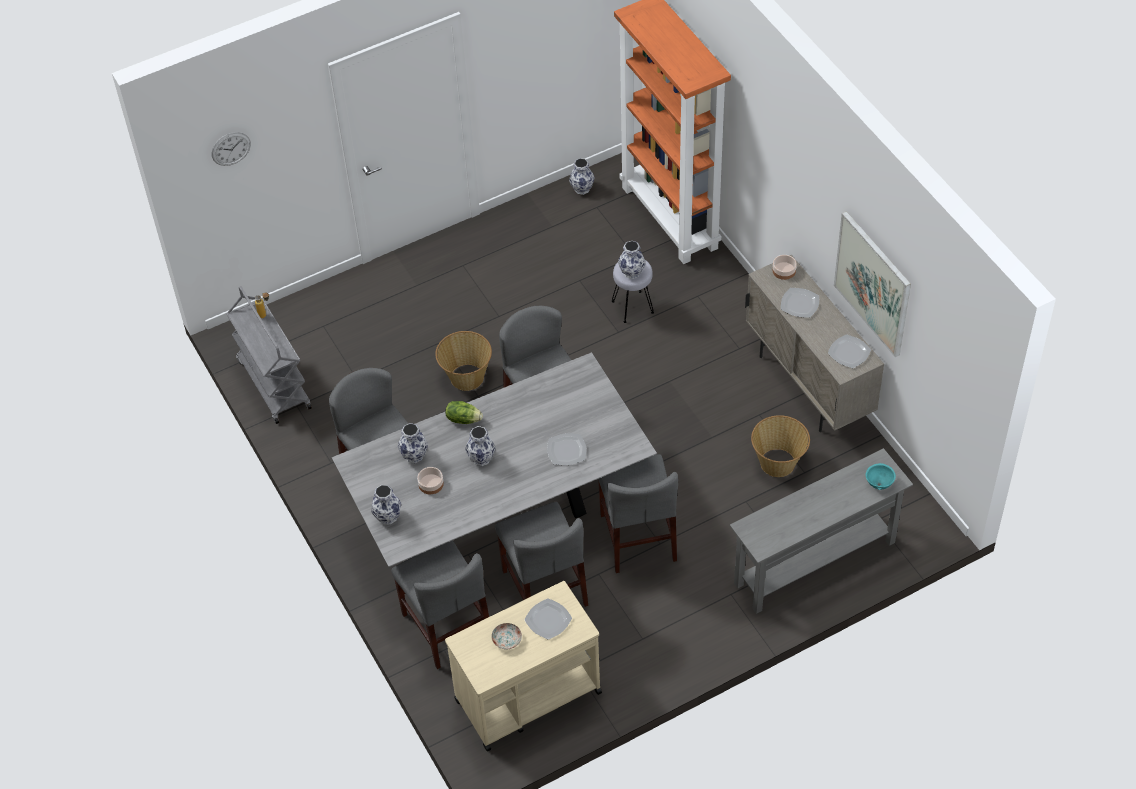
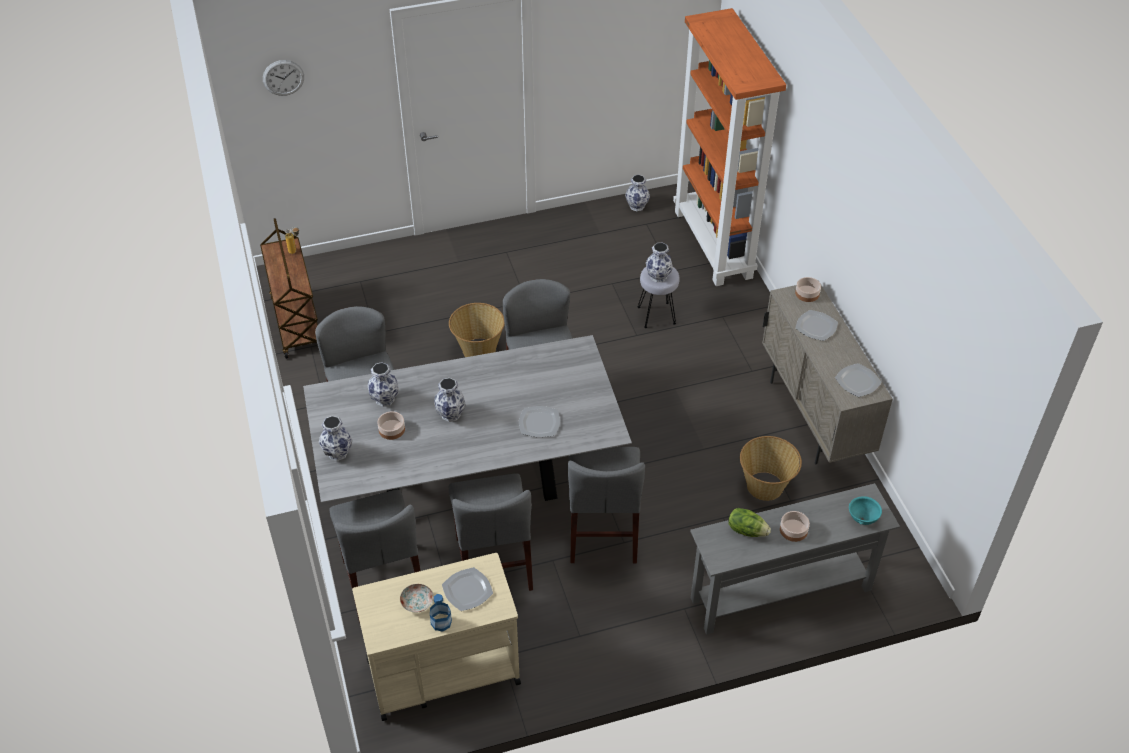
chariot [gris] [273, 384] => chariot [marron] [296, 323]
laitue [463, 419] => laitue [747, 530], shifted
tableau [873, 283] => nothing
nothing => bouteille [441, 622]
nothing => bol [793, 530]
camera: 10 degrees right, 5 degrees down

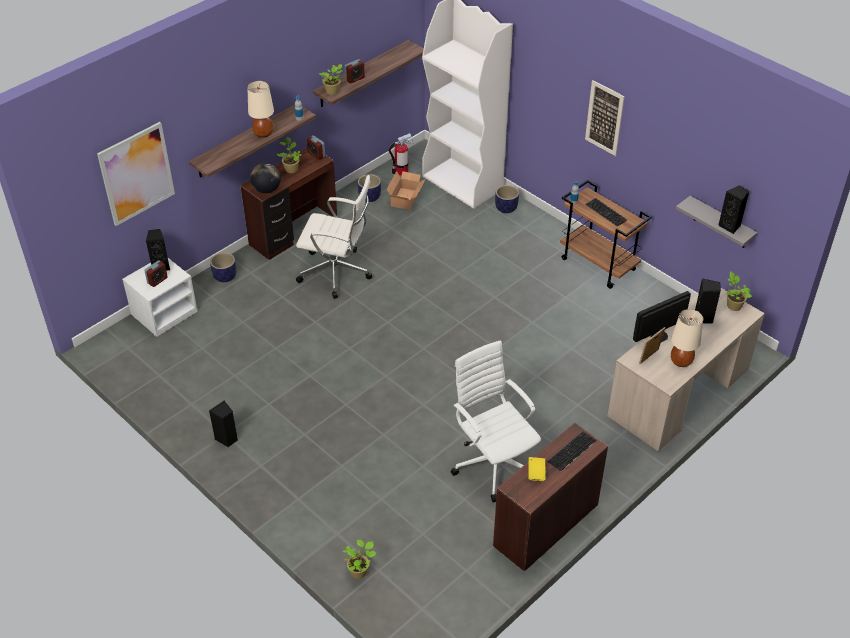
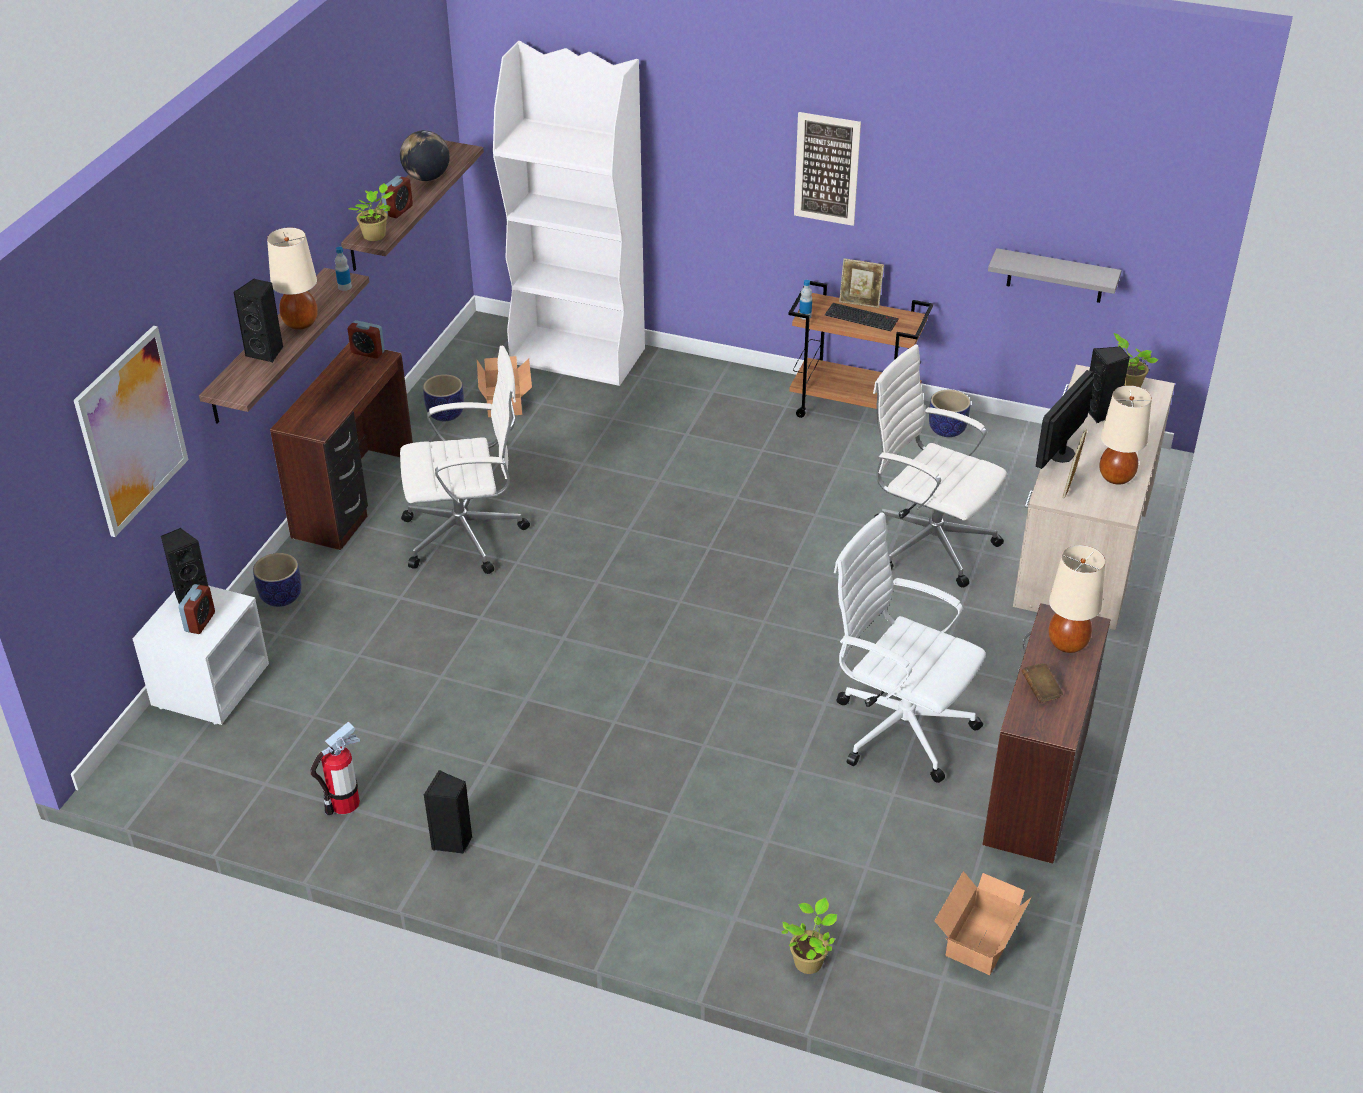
globe [266, 190] => globe [427, 178], shifted
plante en pot [291, 169] => nothing
extincteur [401, 171] => extincteur [344, 803], shifted
cache-pot [506, 208] => cache-pot [947, 430], shifted
livre [jaune] [536, 473] => livre [marron] [1040, 690]
clavier [572, 452] => lampe de table [beige] [1068, 644]
enceinte [noir] [730, 226] => enceinte [noir] [266, 352], shifted
nothing => cadre photo [859, 304]
nothing => chaise de bureau [blanc] [929, 543]
nothing => carton [977, 940]
camera: 25 degrees left, 5 degrees down

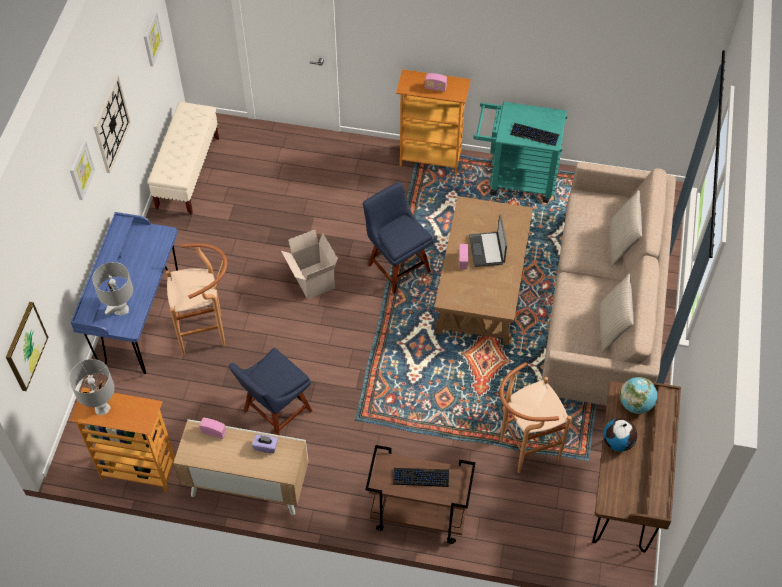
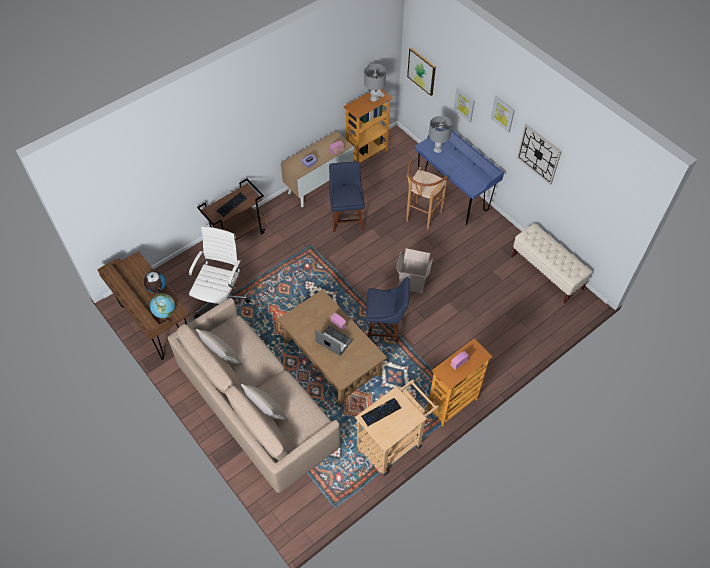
tableau [152, 38] => tableau [464, 104], shifted
chariot [turquoise] [515, 178] => chariot [beige] [393, 442]
tabouret [marron] [523, 450] => chaise de bureau [blanc] [221, 300]
camera: 130 degrees right, 0 degrees up

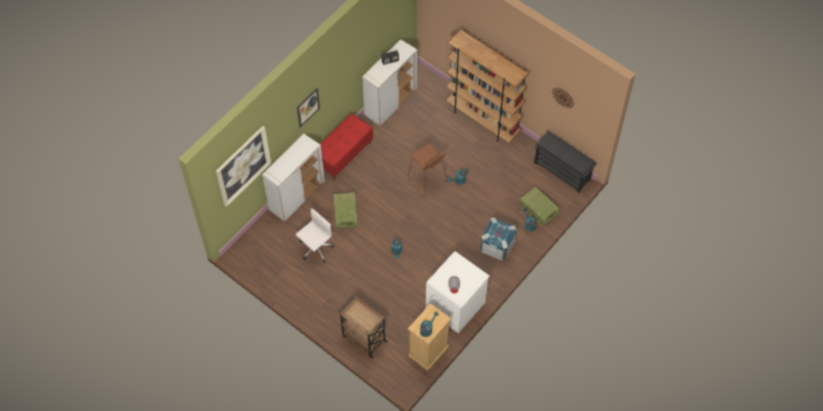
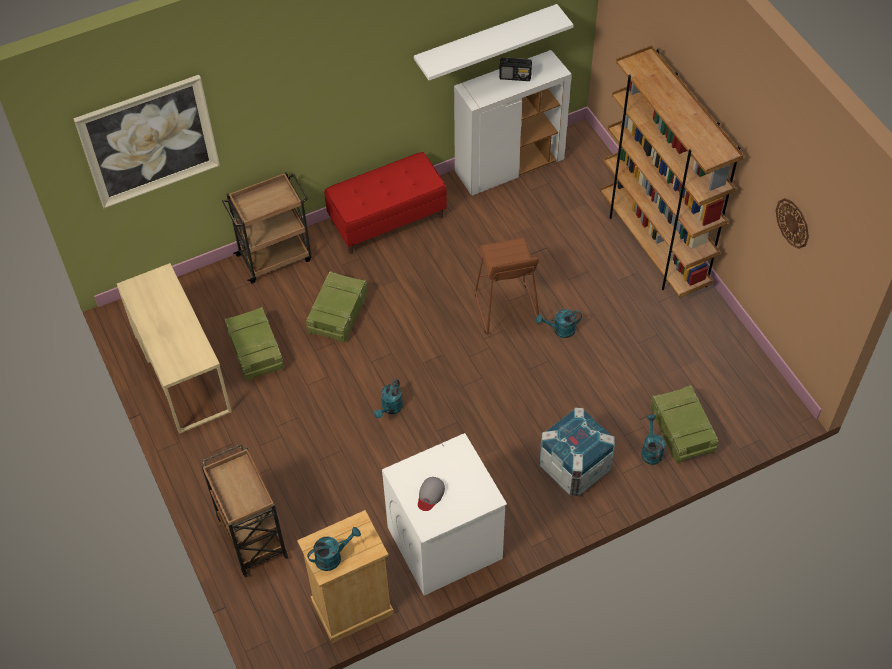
meuble de rangement [blanc] [297, 195] => chariot [marron] [275, 257]
chaise de bureau [blanc] [315, 249] => caisse [256, 352]
tableau [308, 107] => nothing
étagère à chaussures [noir] [562, 171] => nothing
nothing => bureau [beige] [182, 372]
nothing => étagère [blanc] [486, 39]
camera: 25 degrees right, 5 degrees down

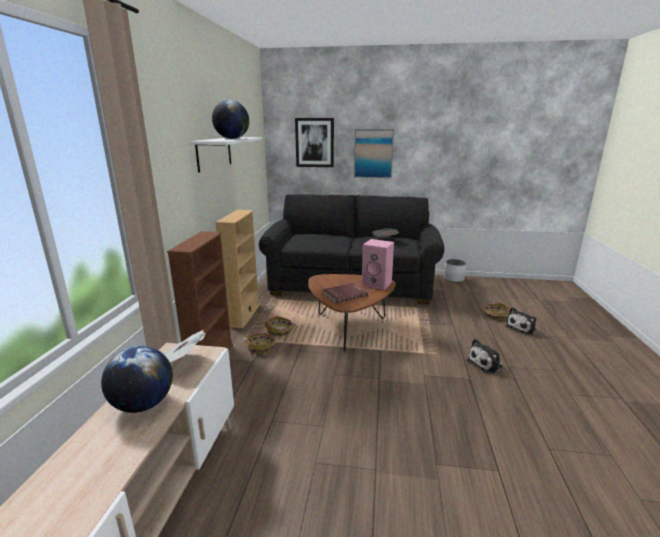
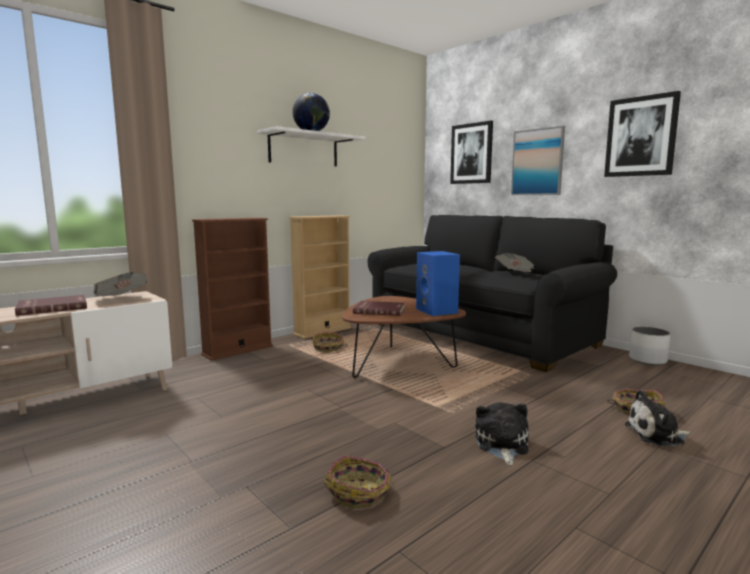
globe [143, 405] => livre [rouge] [52, 307]
panier [261, 347] => panier [359, 492], shifted
enceinte [rose] [377, 284] => enceinte [bleu] [438, 311]
peluche [486, 364] => peluche [501, 444], 90 degrees clockwise
nothing => tableau [641, 136]
camera: 40 degrees right, 10 degrees down

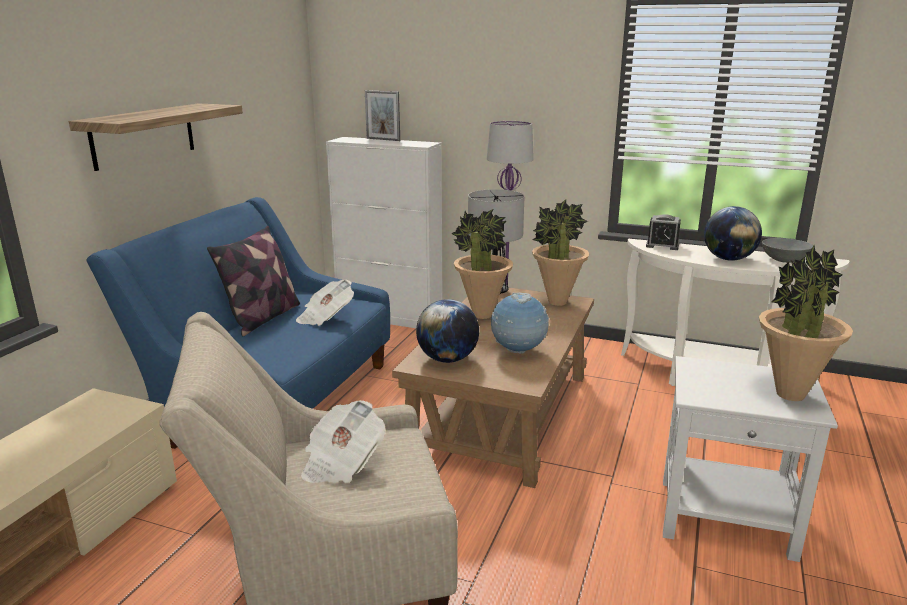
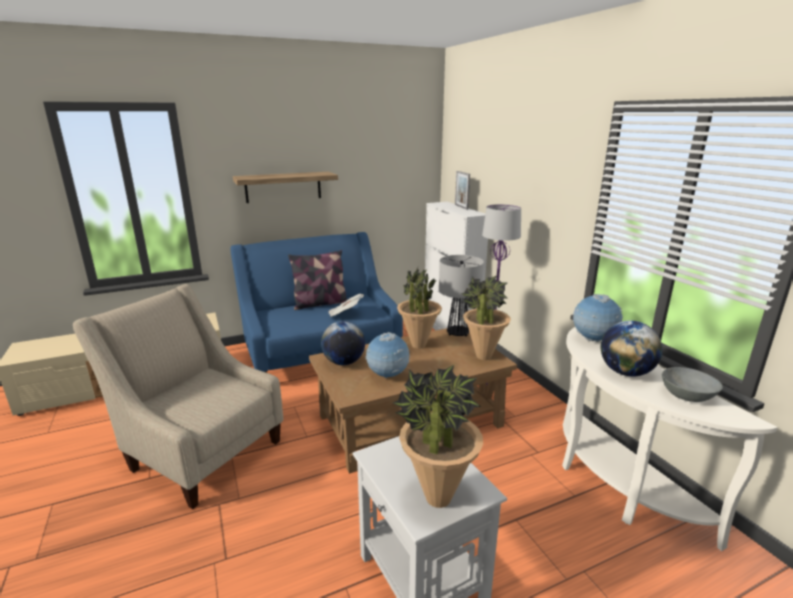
journal [341, 462] => nothing
réveil [662, 245] => globe [593, 340]
camera: 45 degrees right, 0 degrees up

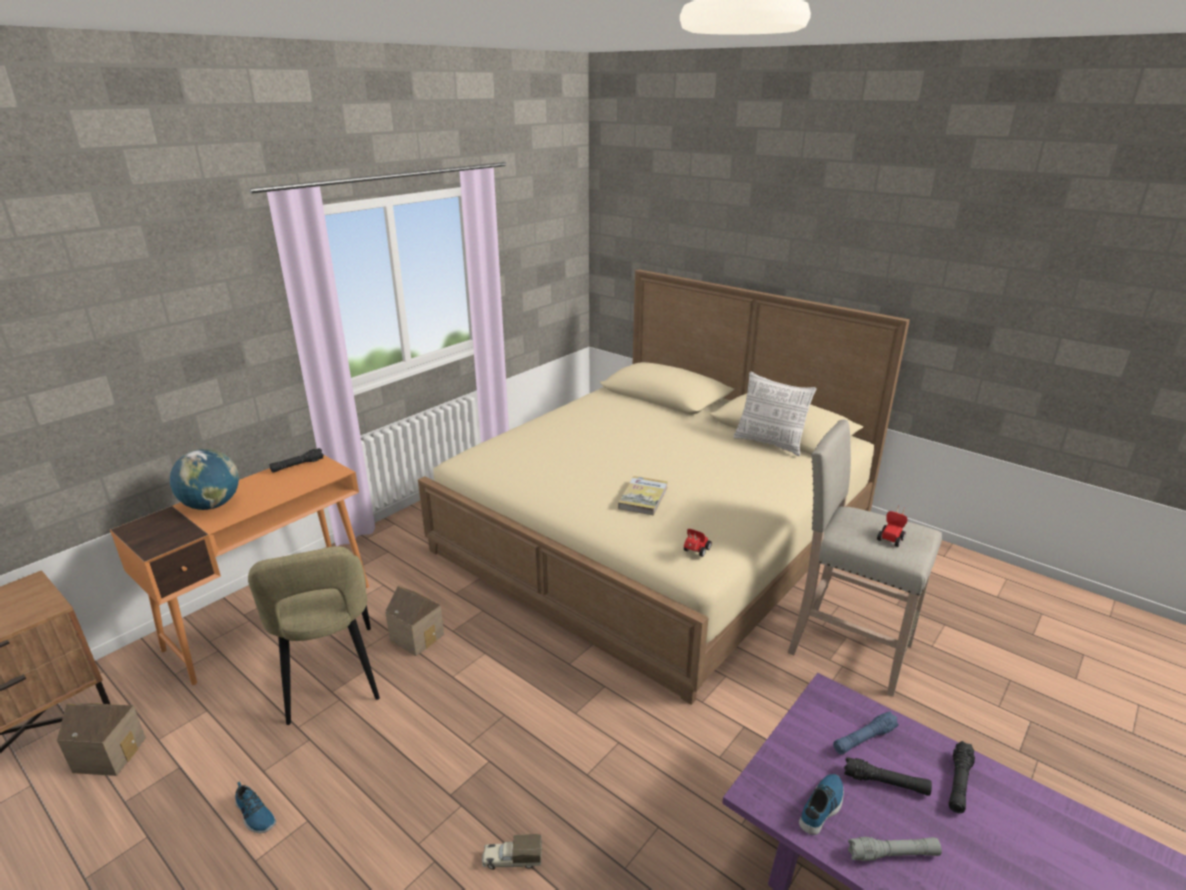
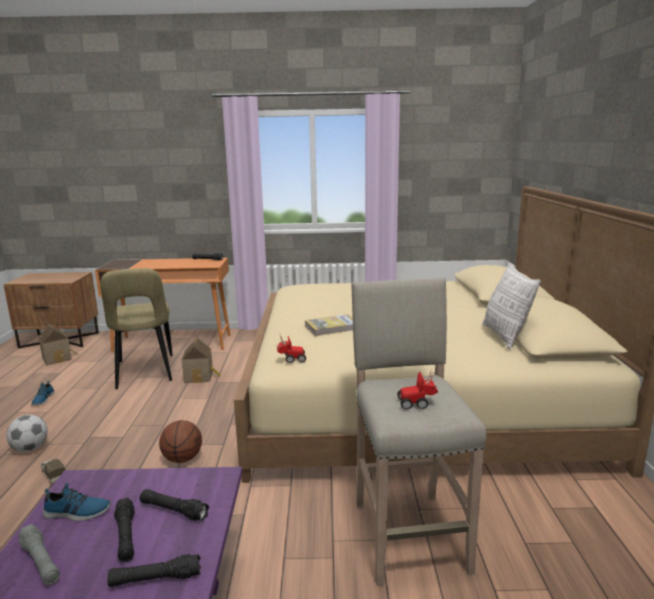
globe [212, 505] => nothing
chaise [beige] [331, 678] => chaise [beige] [145, 373], 45 degrees counterclockwise
lampe de poche [bleu] [864, 739] => lampe de poche [noir] [174, 510]
nothing => ballon de foot [30, 448]
nothing => ballon de basket [182, 459]
camera: 50 degrees right, 10 degrees down

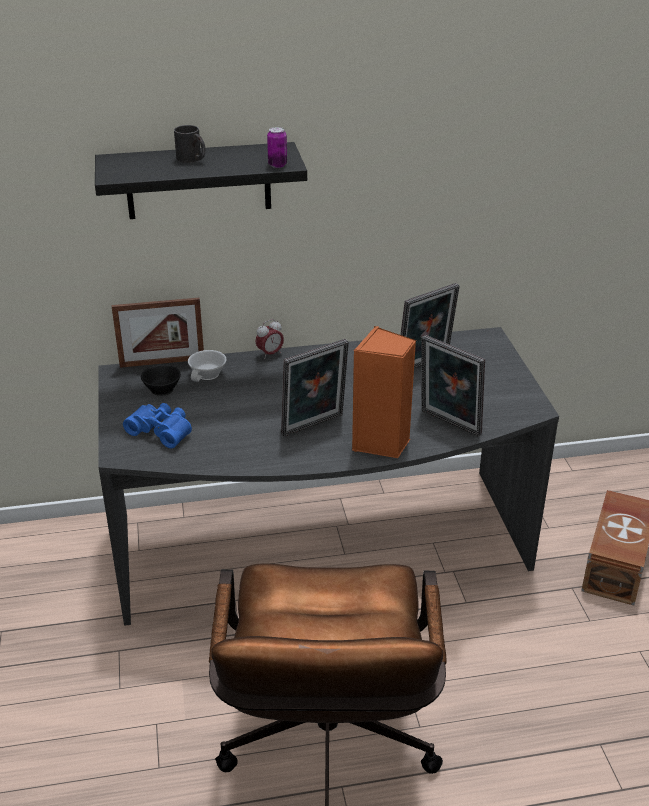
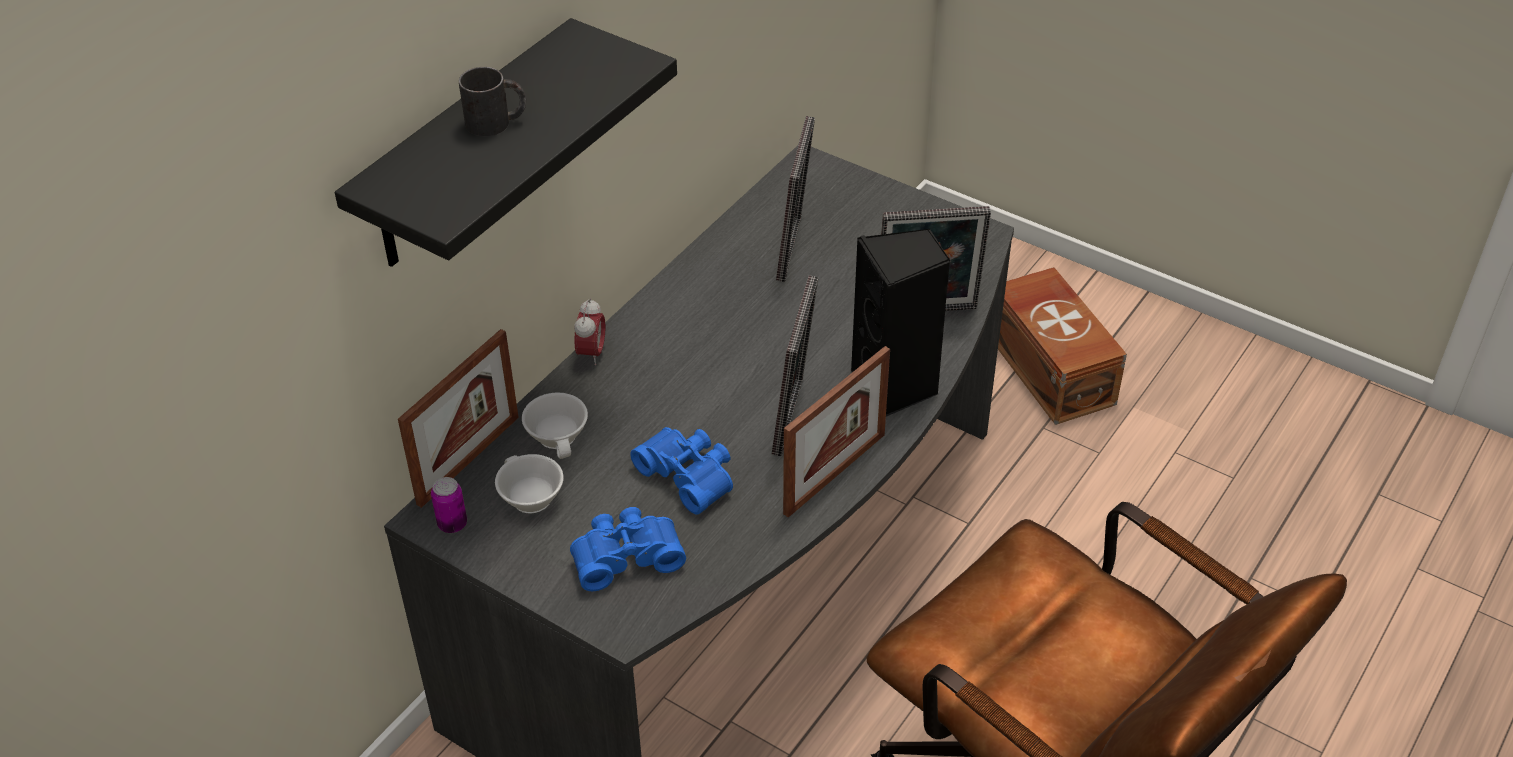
tasse [noir] [161, 388] => tasse [blanc] [528, 498]
boîte métallique [277, 165] => boîte métallique [452, 524], shifted
enceinte [orange] [381, 443] => enceinte [noir] [896, 388]
nothing => jumelles [bleu] [689, 475]
nothing => cadre photo [835, 473]
camera: 45 degrees left, 10 degrees up

